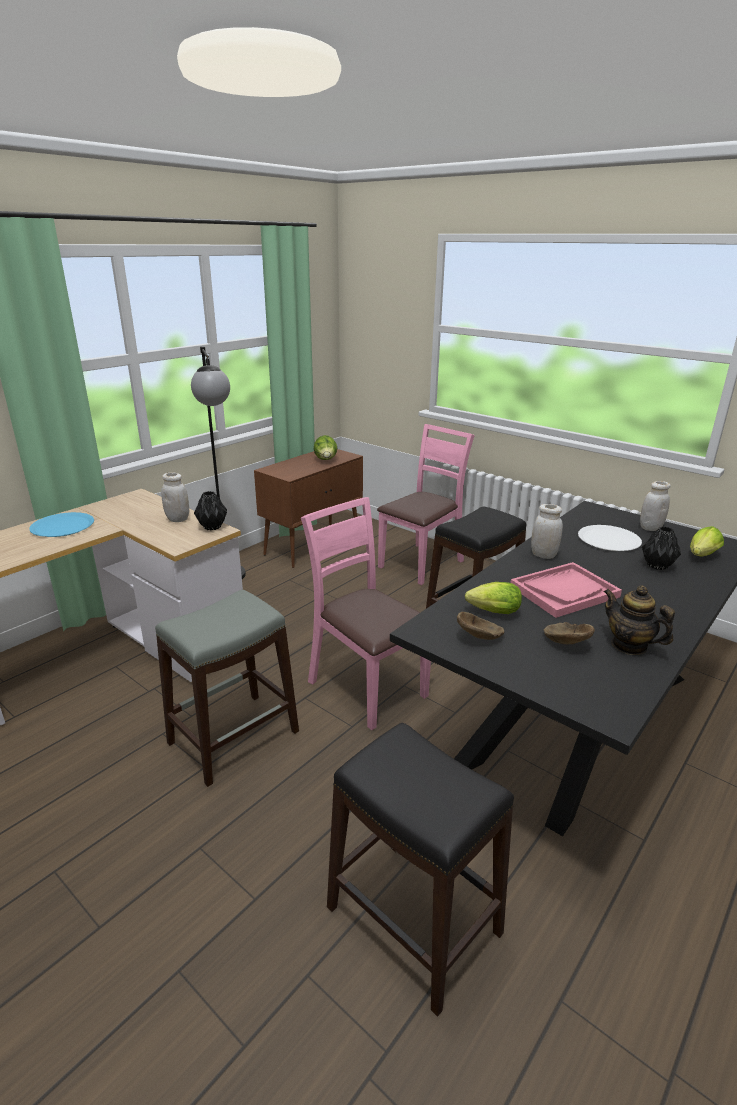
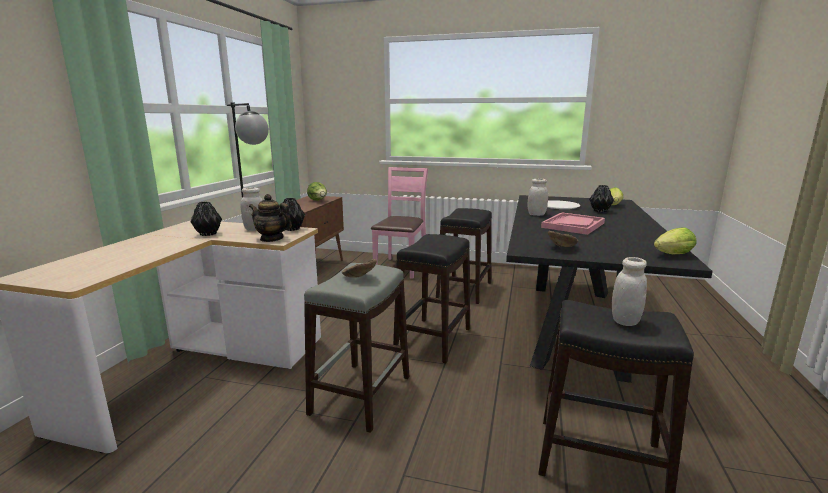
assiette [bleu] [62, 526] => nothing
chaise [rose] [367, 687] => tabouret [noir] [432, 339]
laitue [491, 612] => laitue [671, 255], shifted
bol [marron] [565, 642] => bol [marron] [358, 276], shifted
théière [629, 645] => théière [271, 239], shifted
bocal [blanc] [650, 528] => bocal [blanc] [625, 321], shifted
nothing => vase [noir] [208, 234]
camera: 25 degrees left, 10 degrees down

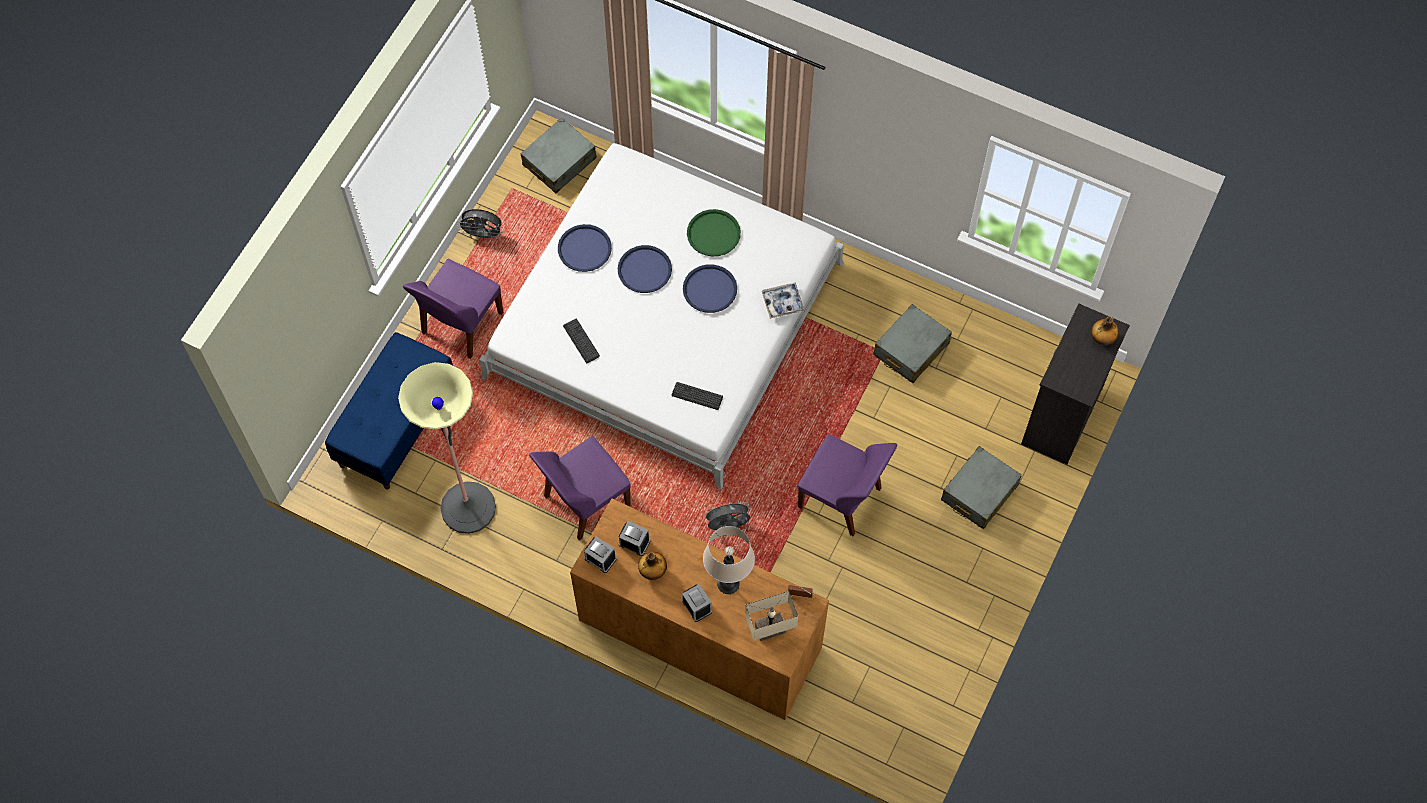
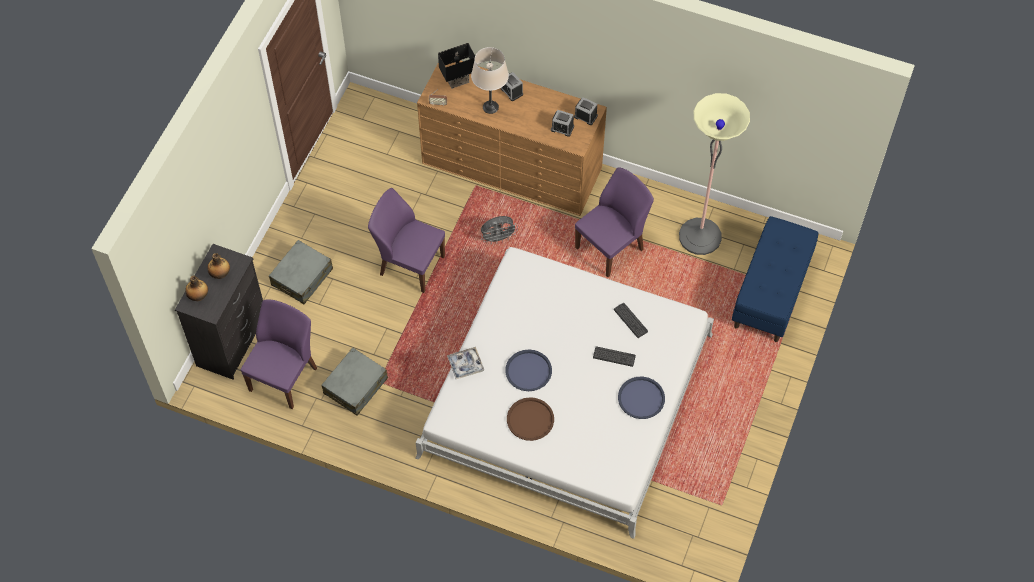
chaise [violet] [461, 324] => chaise [violet] [284, 377], shifted
ventilateur [gris] [483, 234] => nothing
valise [gris] [560, 162] => nothing
plateau [bleu] [644, 270] => nothing
bouteille [652, 571] => bouteille [220, 274], shifted
clavier [697, 396] => clavier [614, 356], shifted
plateau [vert] [713, 233] => plateau [marron] [530, 419]
lampe de table [beige] [770, 628] => lampe de table [noir] [458, 82]
camera: 175 degrees right, 5 degrees down

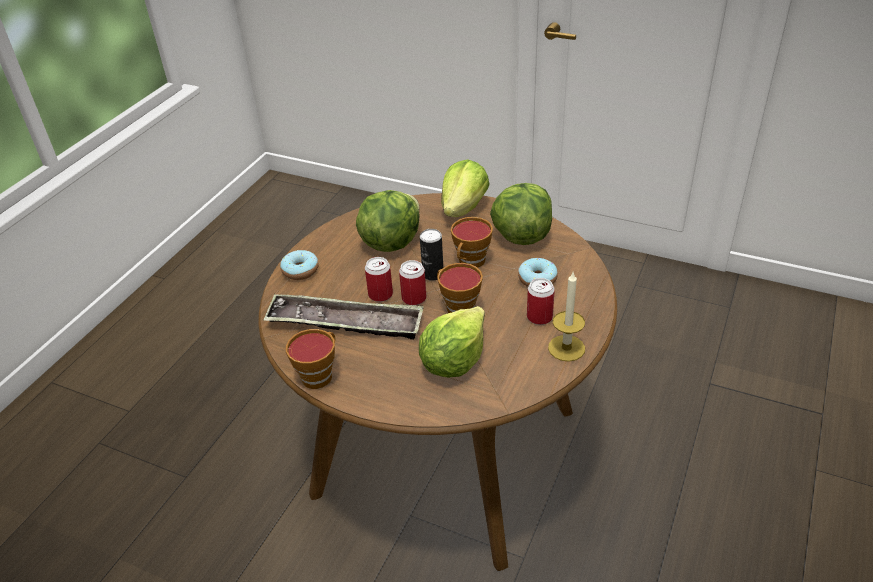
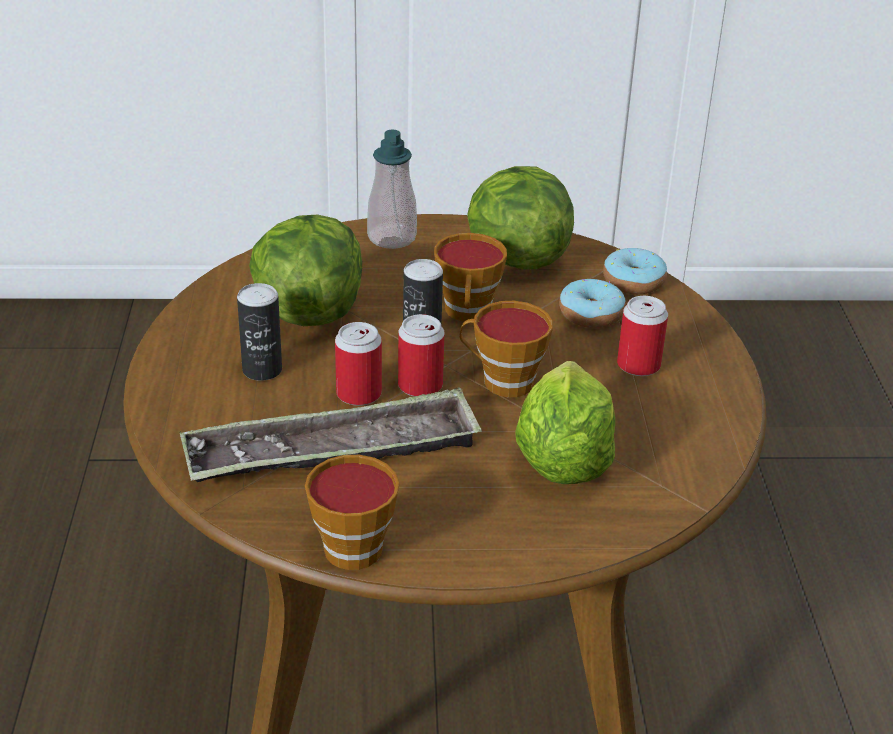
beignet [300, 271] => beignet [633, 282], shifted
laitue [464, 208] => distributeur de savon [392, 238]
bougie [566, 348] => nothing
nothing => boîte métallique [262, 370]
camera: 30 degrees left, 5 degrees down

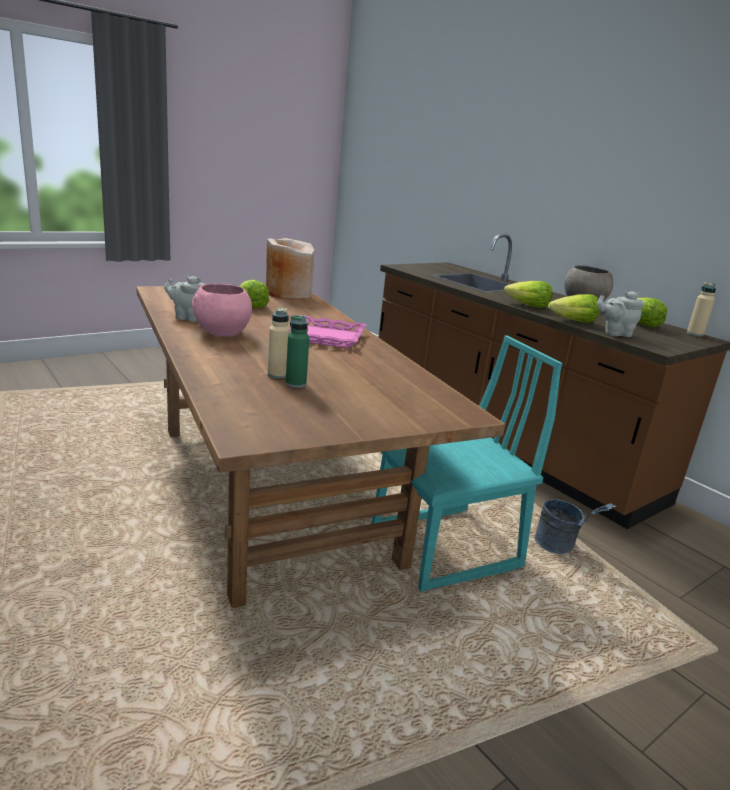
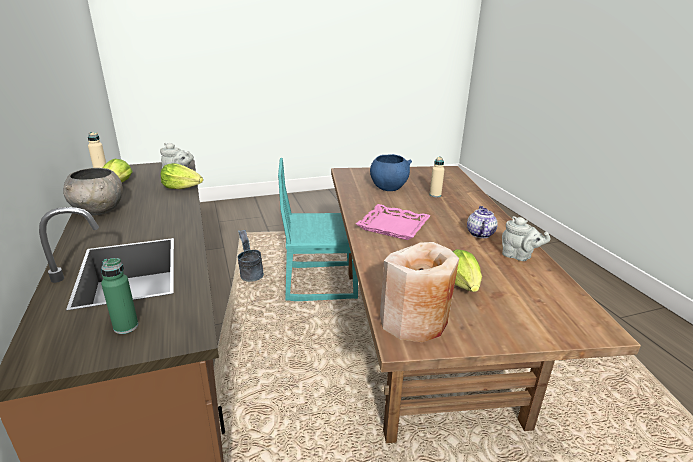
bol [rose] [221, 333] => théière [479, 233]
bouteille [vert] [296, 384] => bouteille [vert] [126, 326], shifted
laitue [527, 306] => nothing
nothing => bol [bleu] [388, 187]
camera: 160 degrees left, 5 degrees up

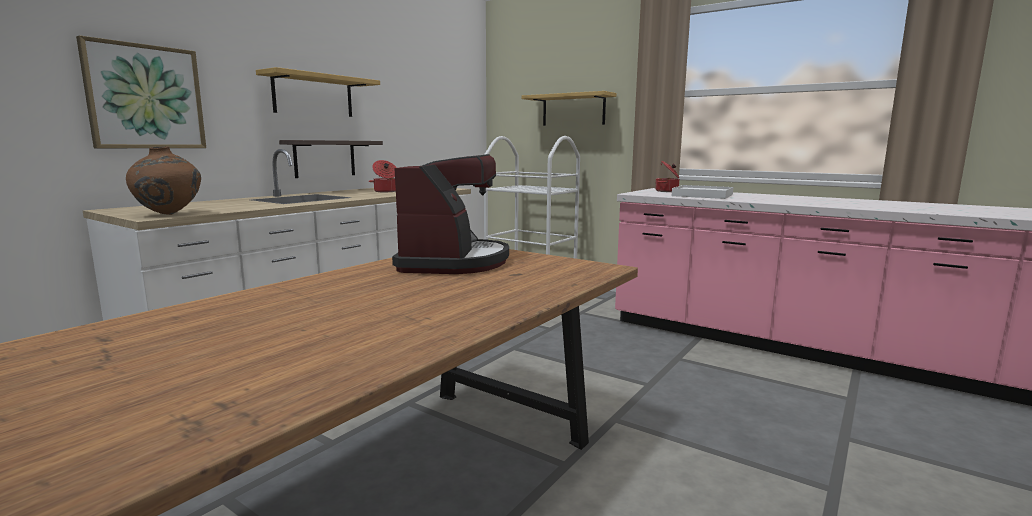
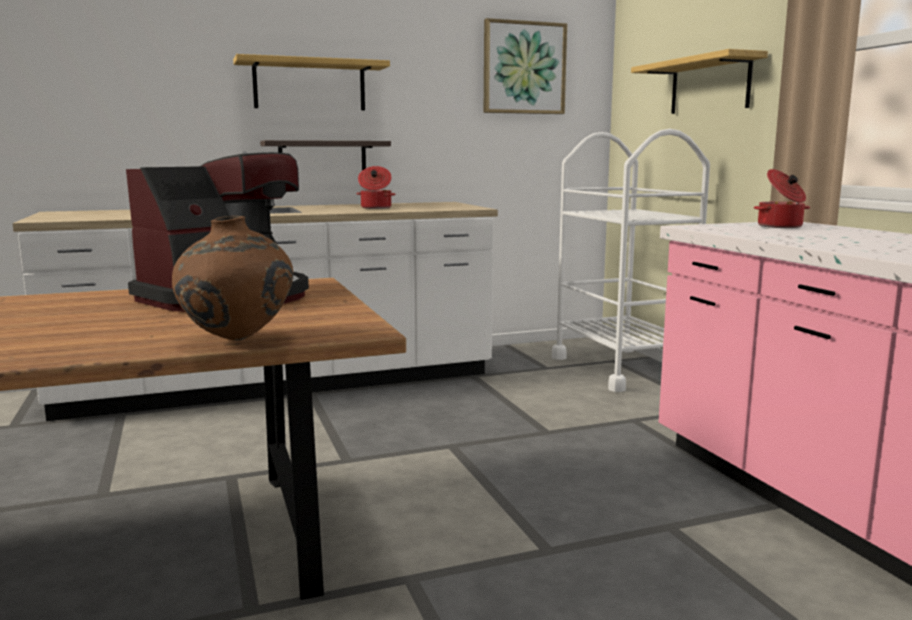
tableau [145, 97] => tableau [524, 68], shifted
vase [marron] [169, 214] => vase [marron] [238, 340], shifted
plateau [blanc] [702, 195] => nothing
camera: 35 degrees right, 0 degrees up

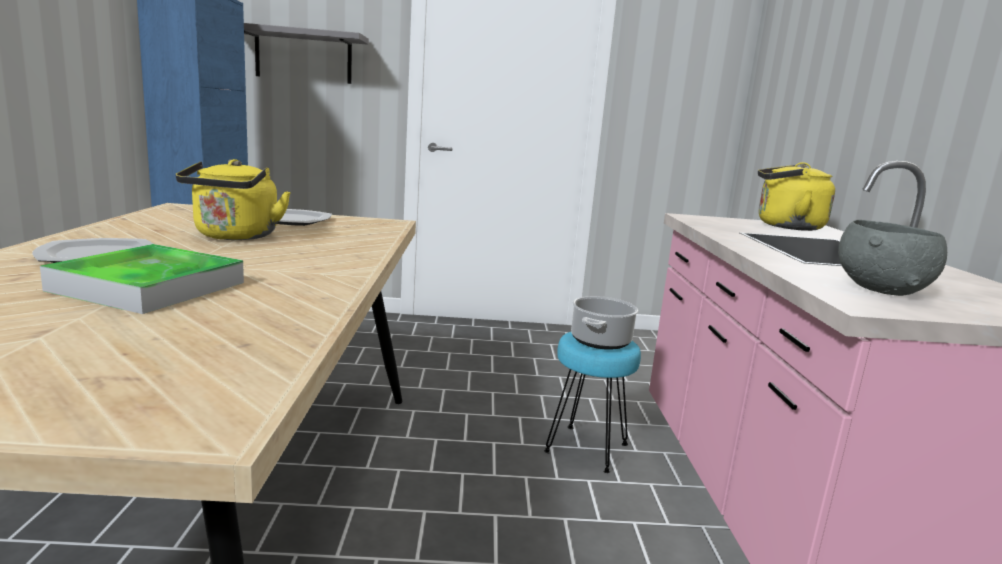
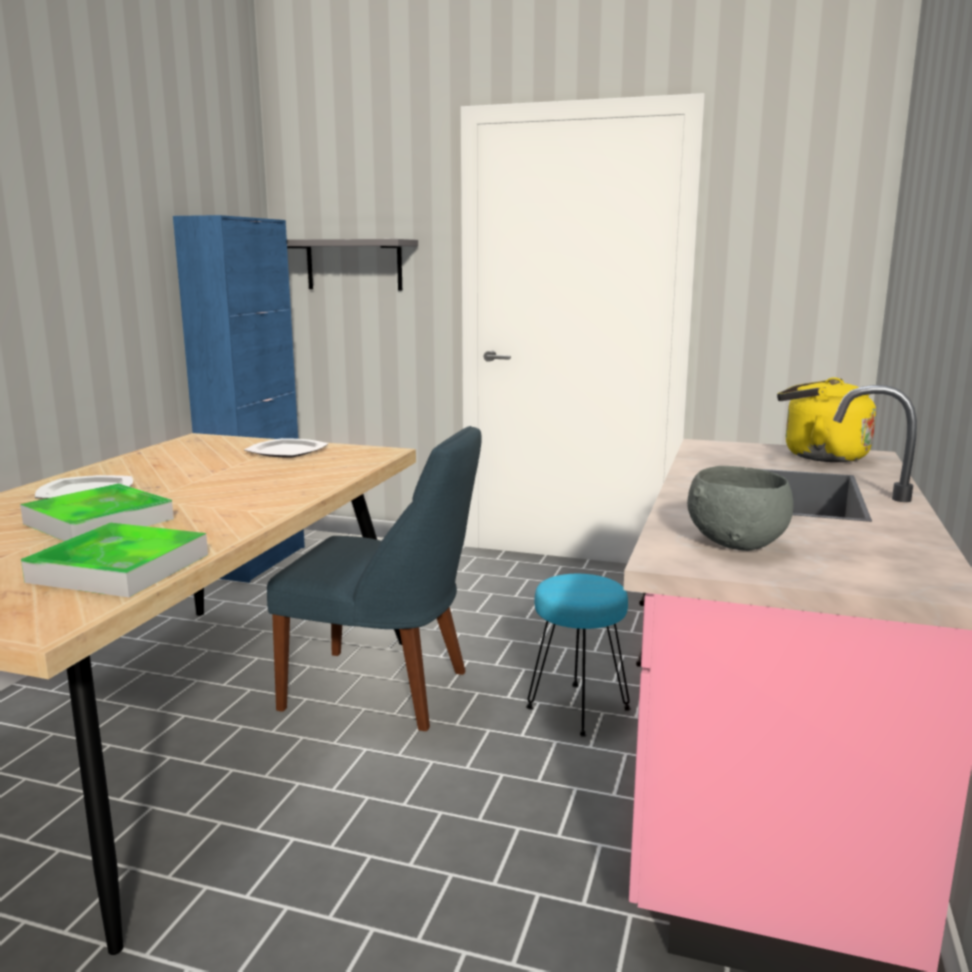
bouilloire [jaune] [235, 236] => nothing
marmite [600, 341] => nothing
nothing => plateau [120, 568]
nothing => chaise [bleu] [384, 691]
camera: 20 degrees right, 0 degrees up

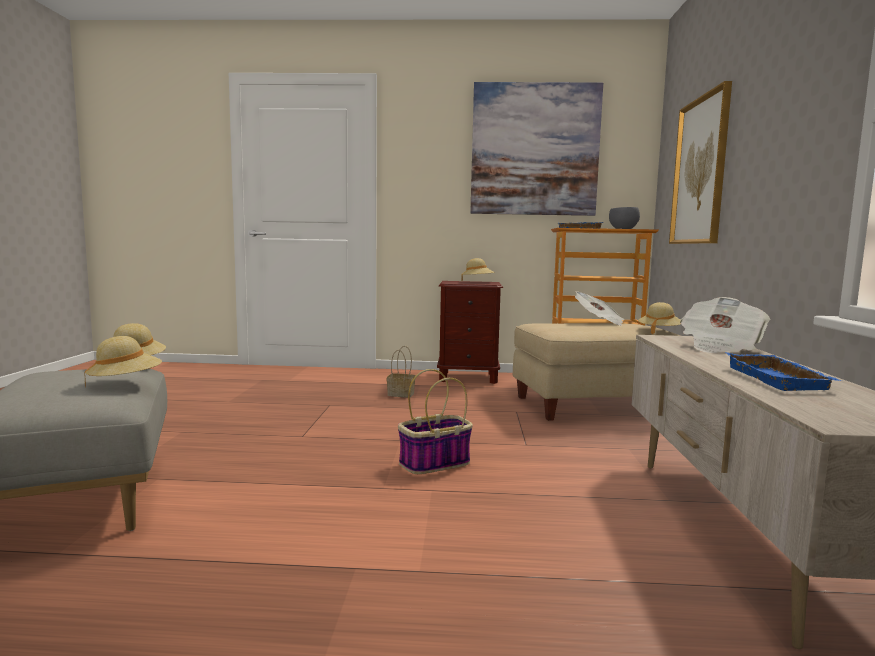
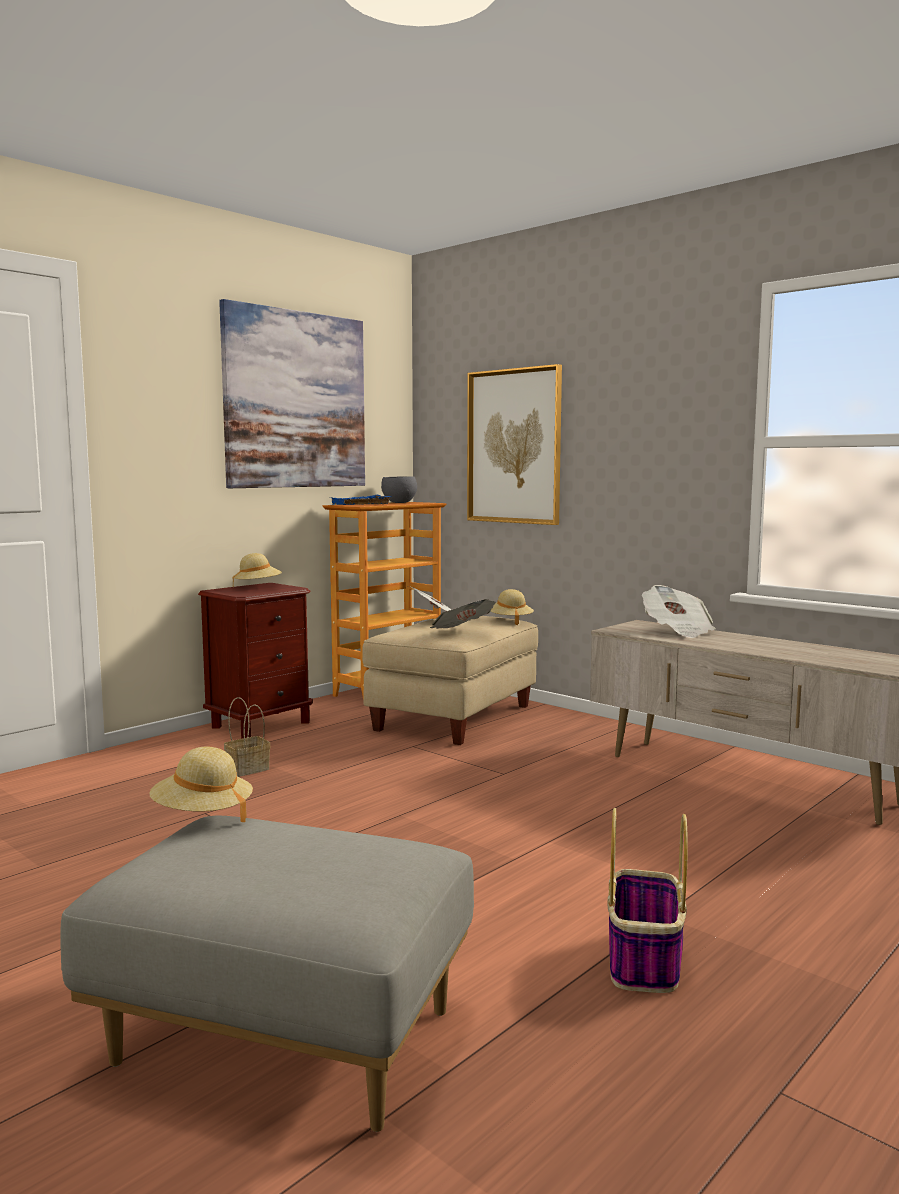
chapeau [beige] [125, 383] => nothing
panier [434, 463] => panier [644, 961], shifted
plateau [bleu] [780, 379] => nothing
nothing => journal [462, 633]
camera: 50 degrees left, 0 degrees up

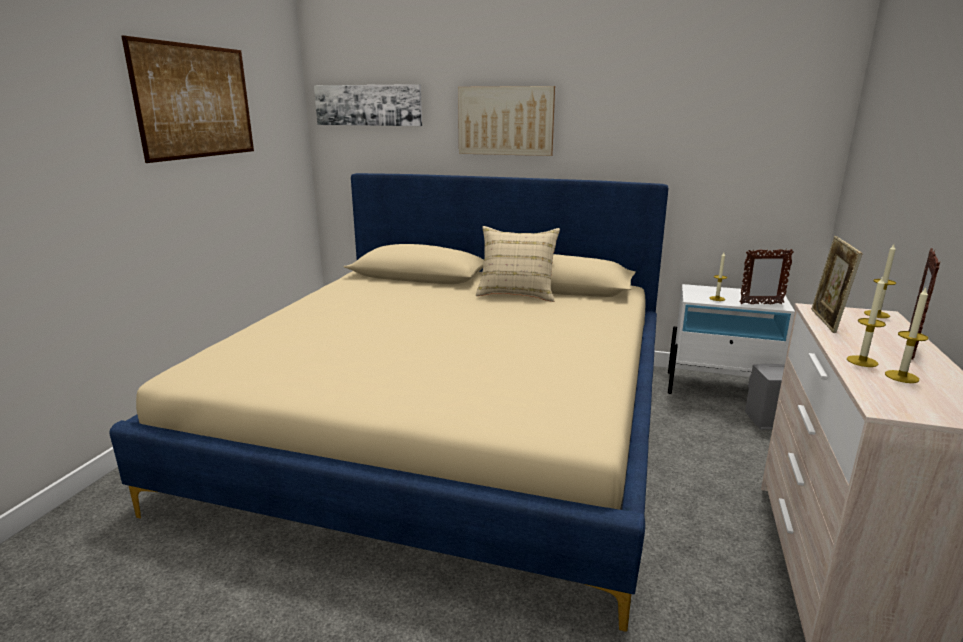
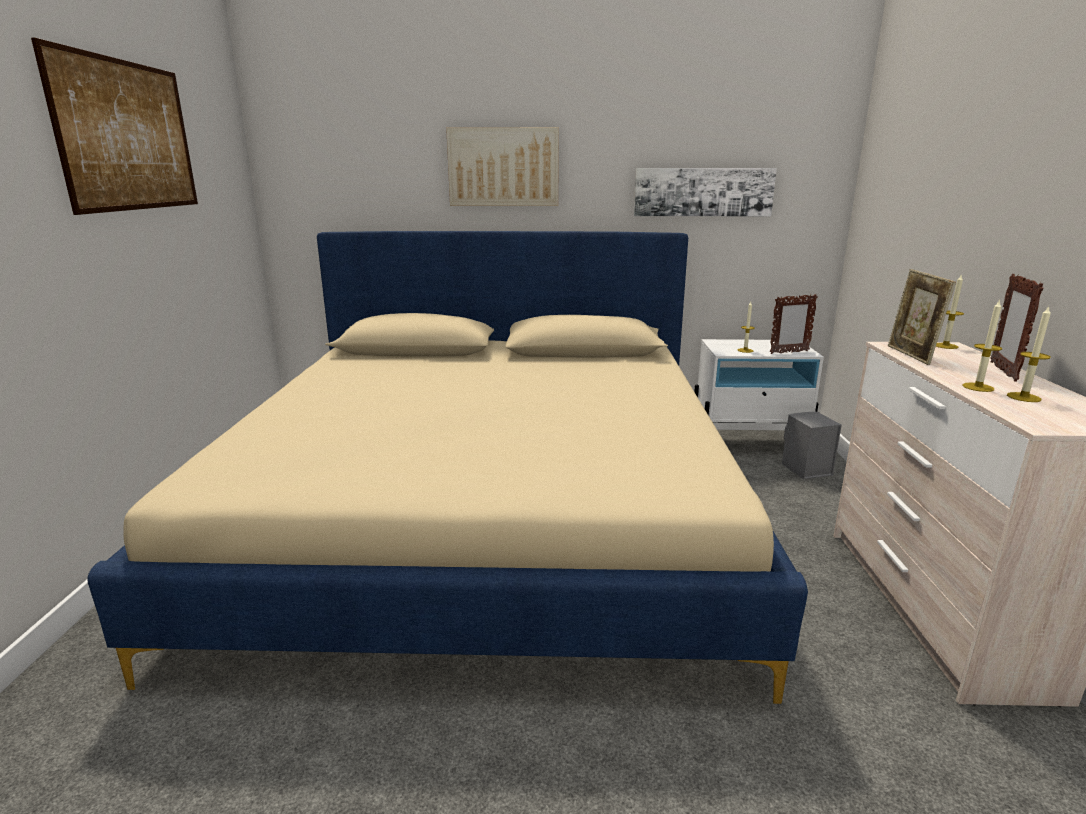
tableau [368, 105] => tableau [703, 192], shifted
coussin [beige] [517, 293] => nothing
camera: 15 degrees left, 0 degrees up

